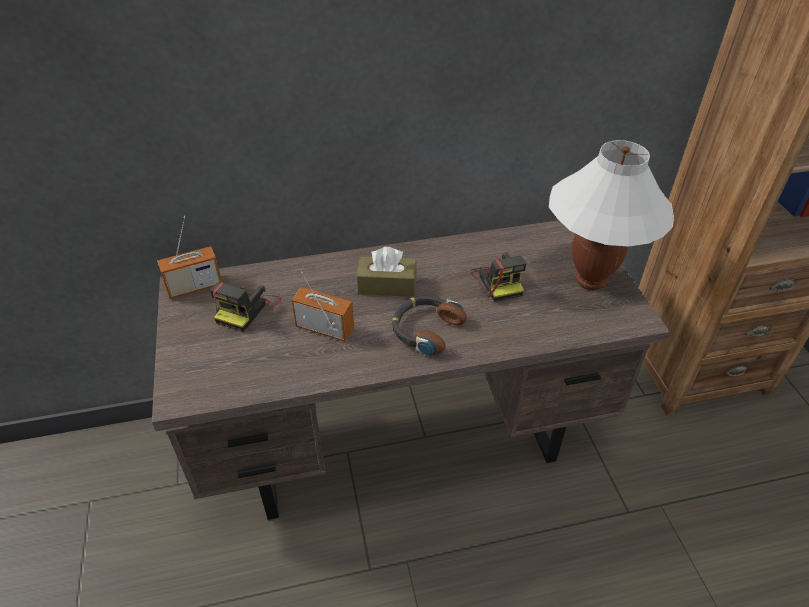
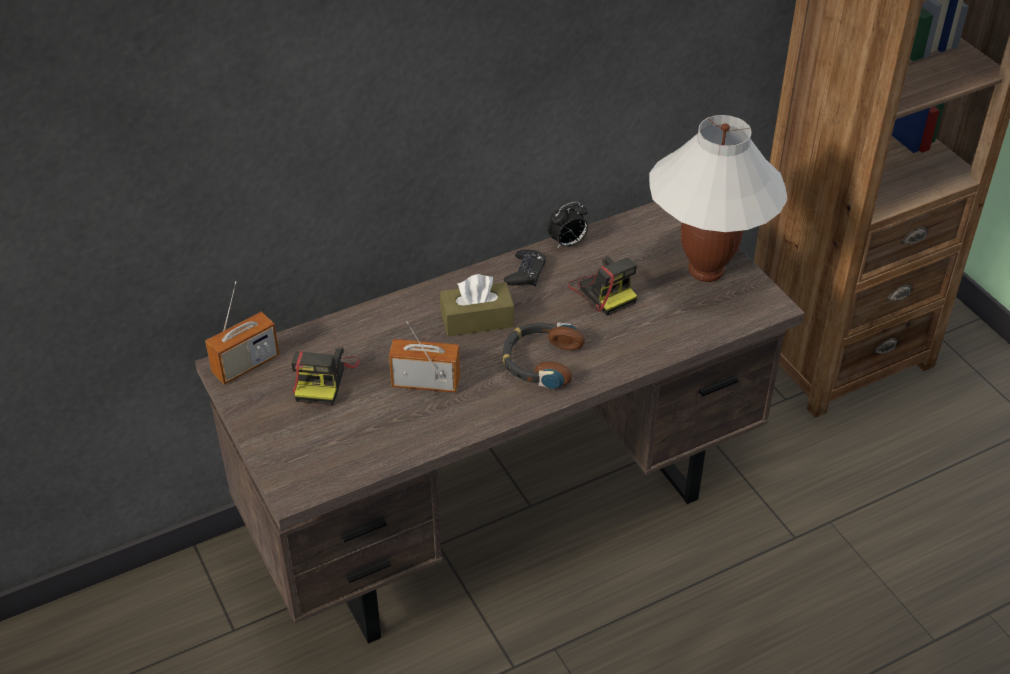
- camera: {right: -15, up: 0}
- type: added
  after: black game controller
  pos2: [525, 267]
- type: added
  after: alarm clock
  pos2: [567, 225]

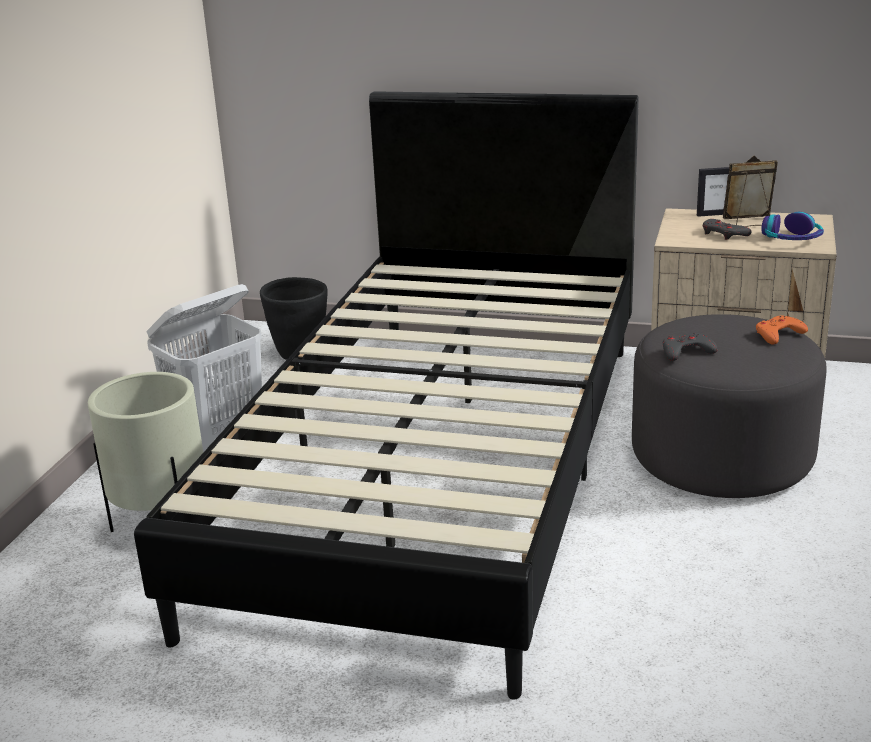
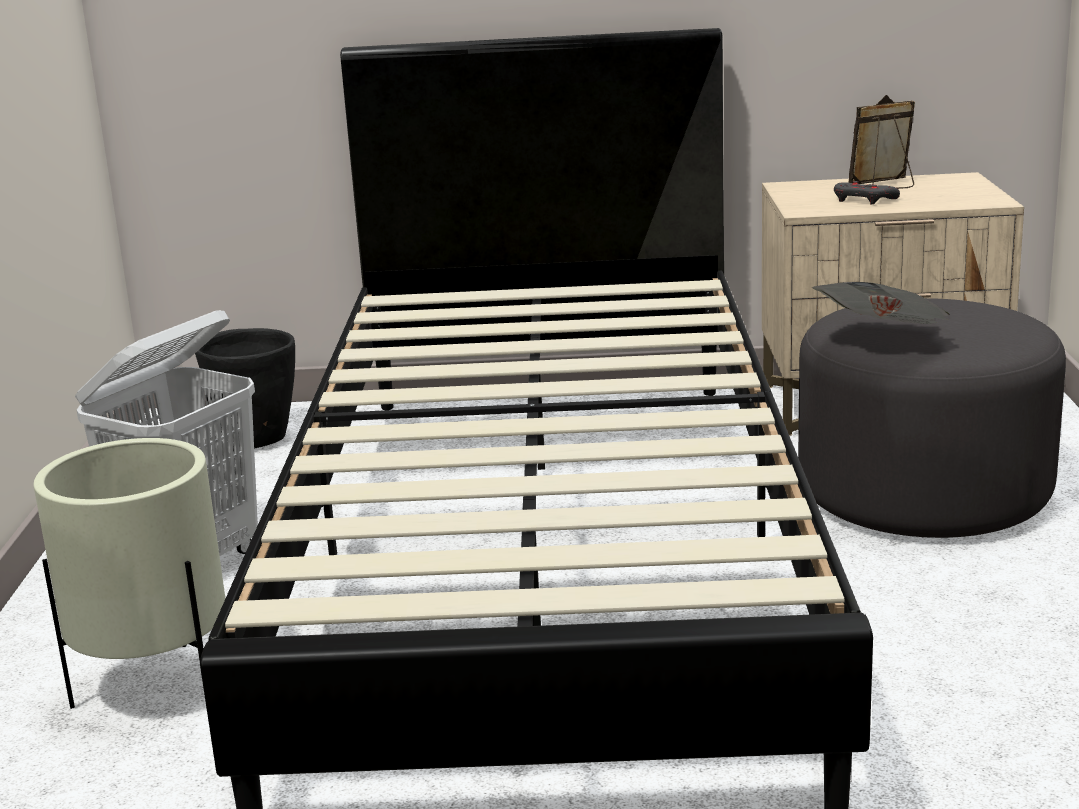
- camera: {right: -15, up: -5}
- type: removed
  before: picture frame
  pos1: [713, 192]
- type: removed
  before: orange game controller
  pos1: [782, 330]
- type: removed
  before: headphones
  pos1: [792, 226]
- type: replaced
  before: grey game controller
  after: newspaper
  pos1: [690, 347]
  pos2: [880, 303]

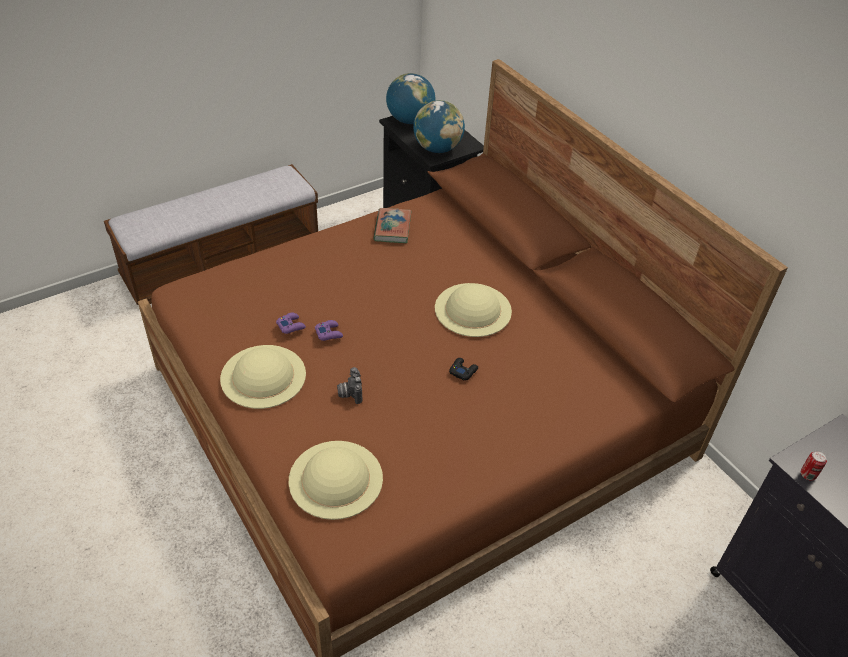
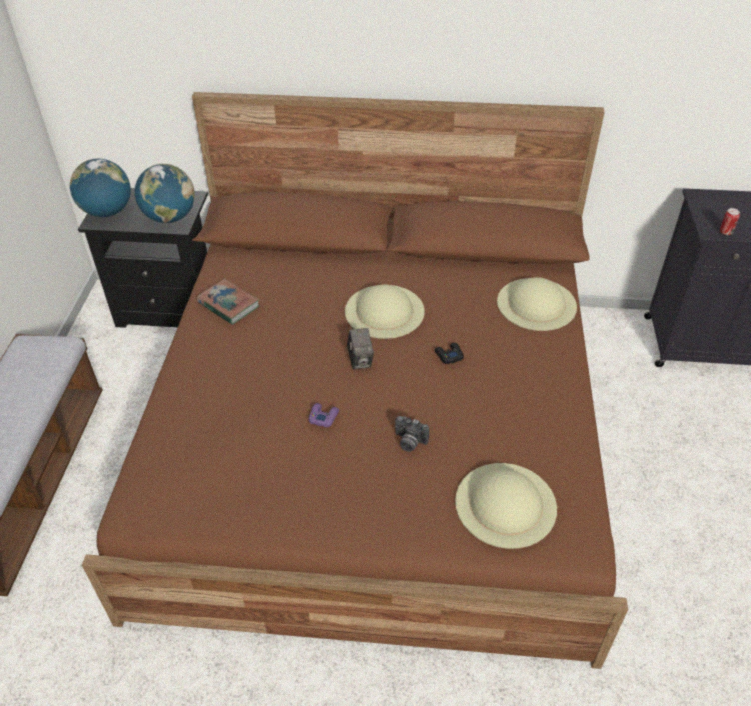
- camera: {right: -50, up: 0}
- type: removed
  before: purple game controller
  pos1: [291, 323]
- type: added
  after: photo camera
  pos2: [360, 348]
- type: moved
  before: beige hat
  pos1: [263, 377]
  pos2: [537, 304]

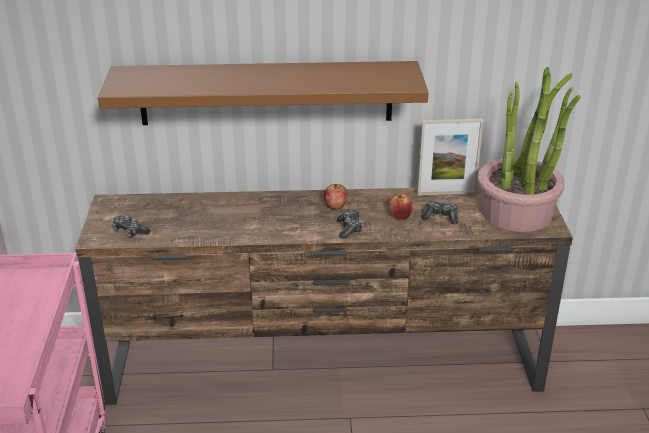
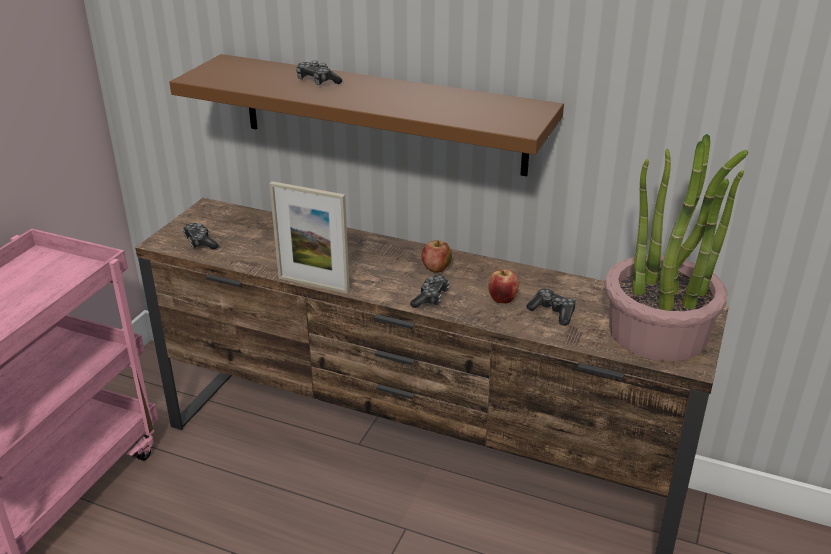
- camera: {right: 25, up: 0}
- type: added
  after: game controller
  pos2: [319, 72]
- type: moved
  before: picture frame
  pos1: [450, 157]
  pos2: [309, 237]

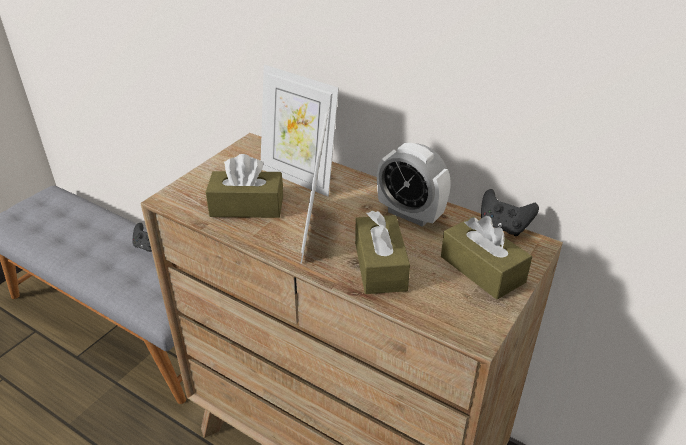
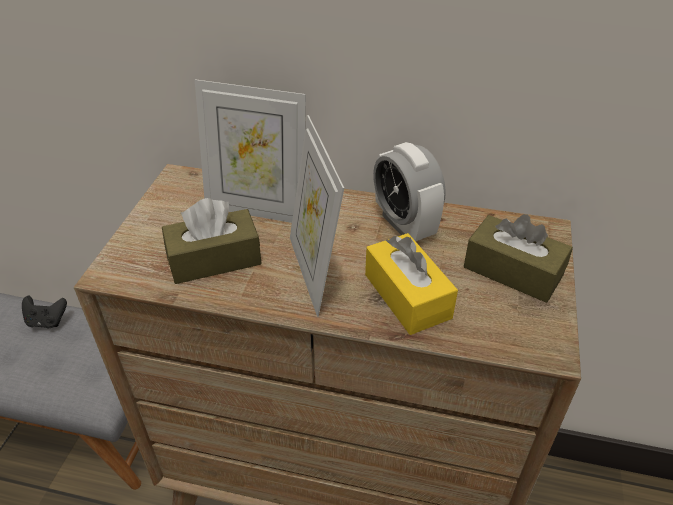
- camera: {right: -20, up: 5}
- type: removed
  before: black game controller
  pos1: [510, 212]
- type: recoloured
  before: brown tissue box
  after: yellow tissue box
  pos1: [382, 252]
  pos2: [411, 284]
- type: turned
  before: alarm clock
  pos1: [414, 185]
  pos2: [409, 191]
  turn: 45

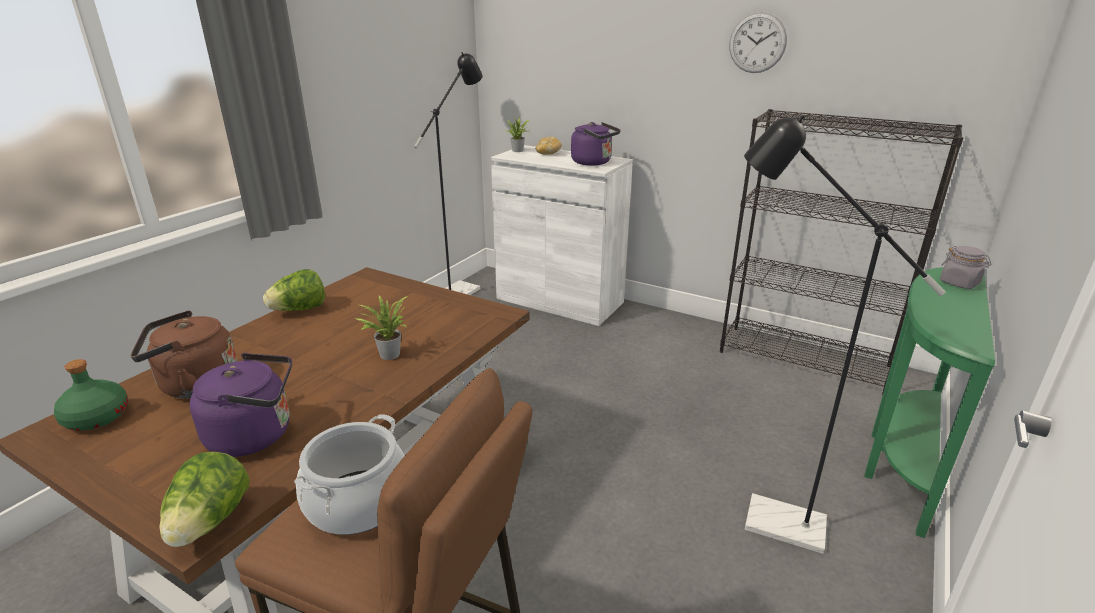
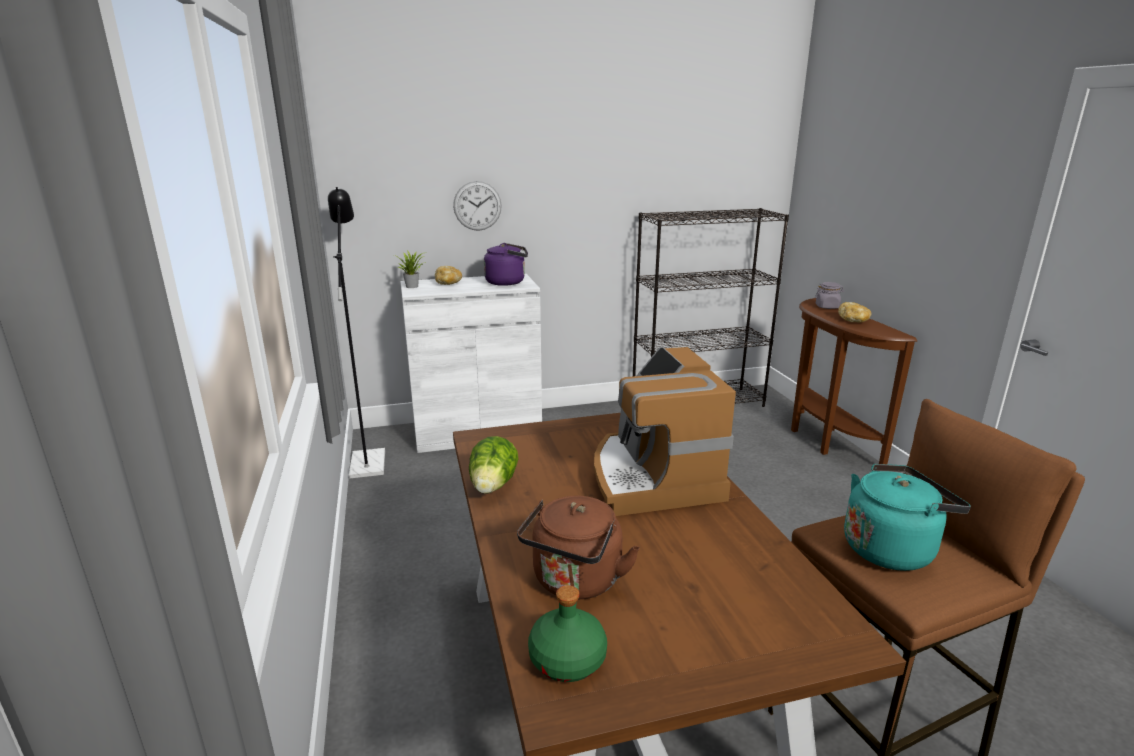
- camera: {right: -45, up: -5}
- type: removed
  before: lettuce
  pos1: [204, 499]
- type: removed
  before: purple kettle
  pos1: [241, 405]
- type: removed
  before: black floor lamp
  pos1: [844, 334]
- type: added
  after: bread
  pos2: [855, 312]
- type: moved
  before: wall clock
  pos1: [758, 42]
  pos2: [477, 206]
- type: replaced
  before: cooking pot
  after: turquoise kettle
  pos1: [349, 474]
  pos2: [907, 517]
- type: replaced
  before: potted plant
  after: coffee machine
  pos1: [381, 327]
  pos2: [665, 431]
- type: recoloured
  before: green console table
  after: brown console table
  pos1: [929, 402]
  pos2: [854, 381]

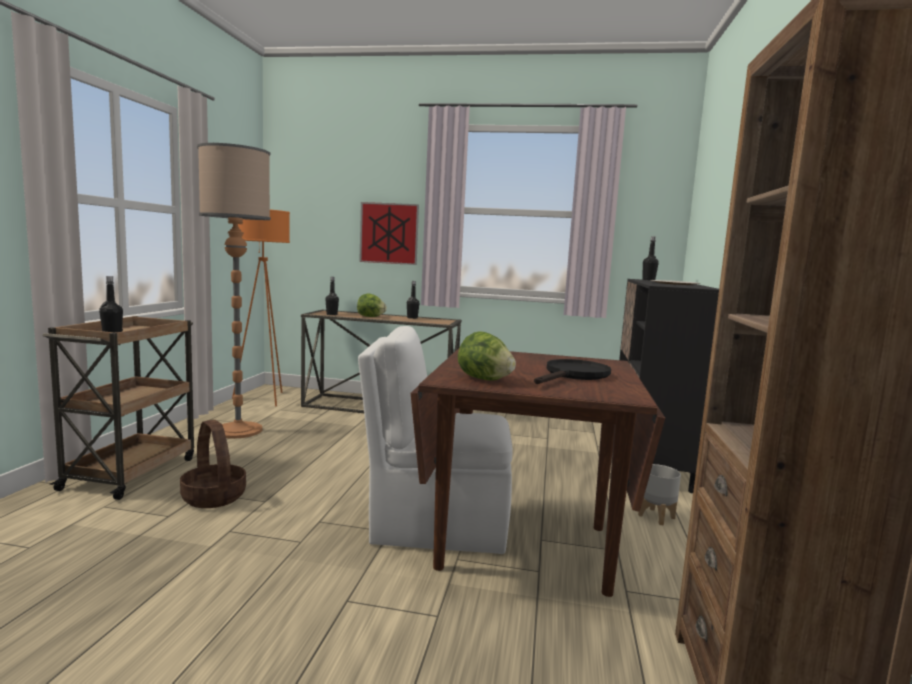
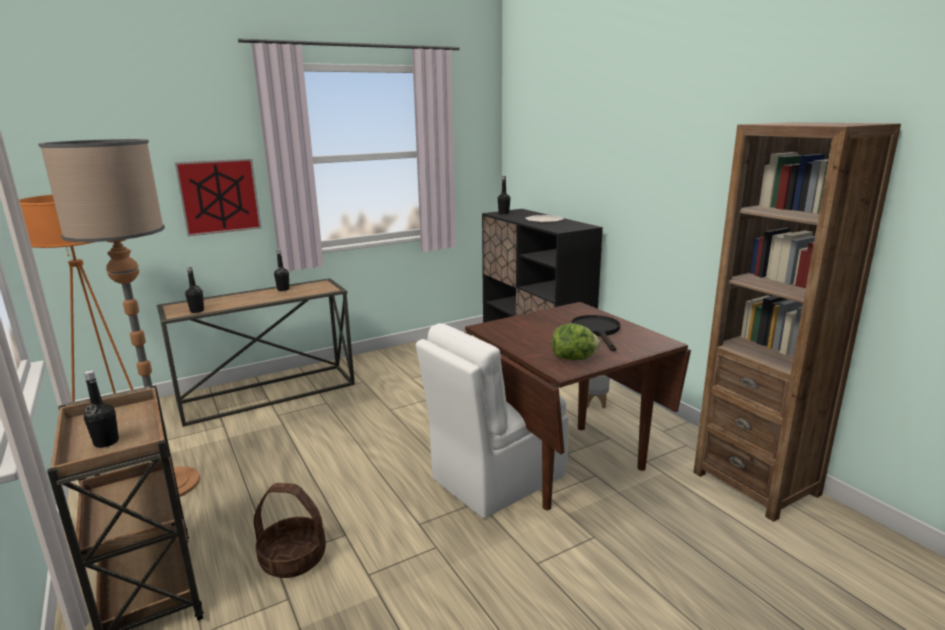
- camera: {right: -40, up: 10}
- type: removed
  before: lettuce
  pos1: [372, 305]

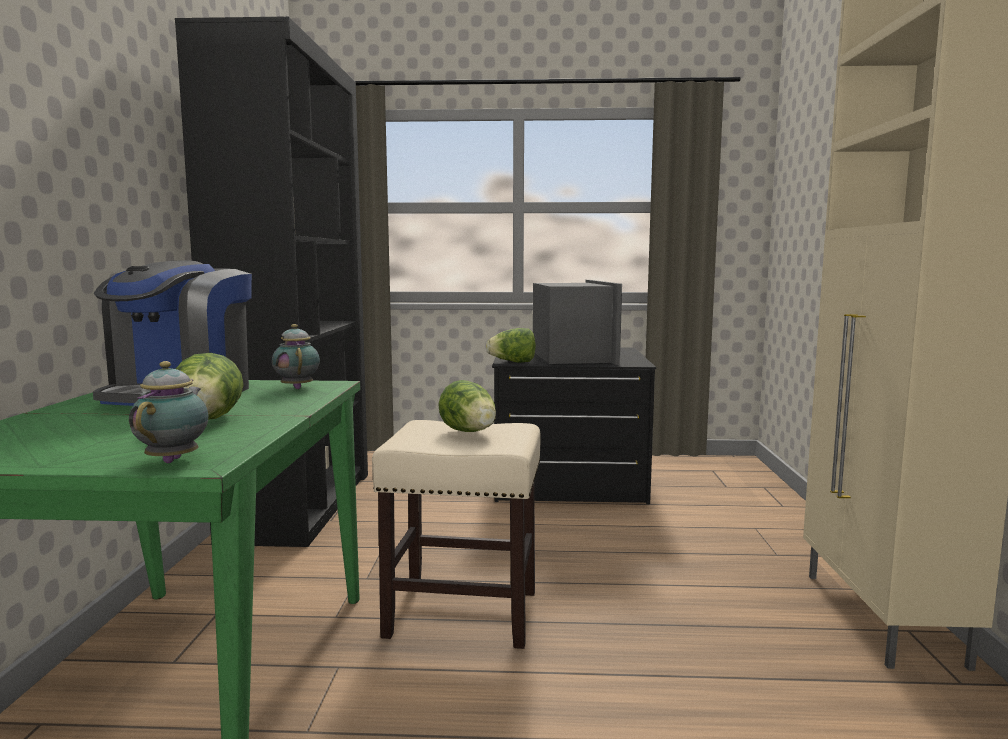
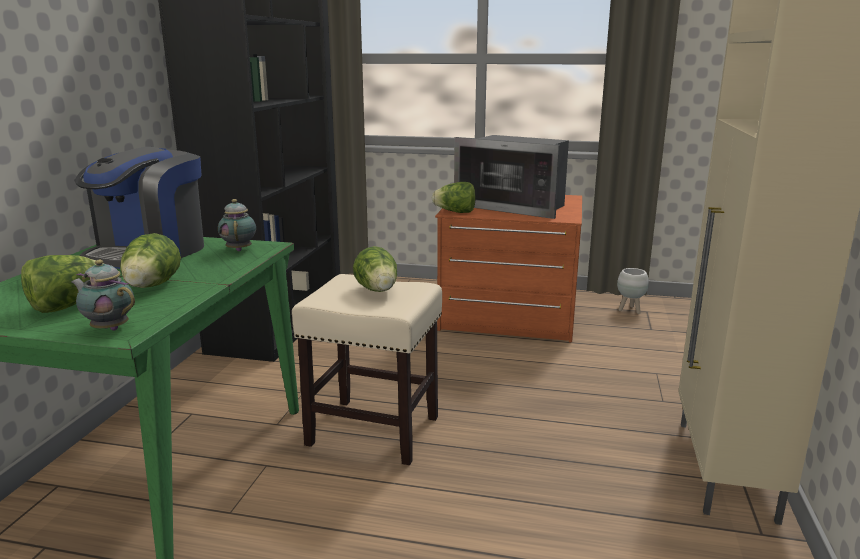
- camera: {right: 10, up: 10}
- type: added
  after: lettuce
  pos2: [62, 284]
- type: added
  after: white planter
  pos2: [633, 291]
- type: recoloured
  before: black dresser
  after: orange dresser
  pos1: [574, 426]
  pos2: [508, 268]
- type: turned
  before: teapot
  pos1: [169, 412]
  pos2: [103, 295]
  turn: -75
- type: turned
  before: microwave
  pos1: [577, 322]
  pos2: [511, 177]
  turn: 120

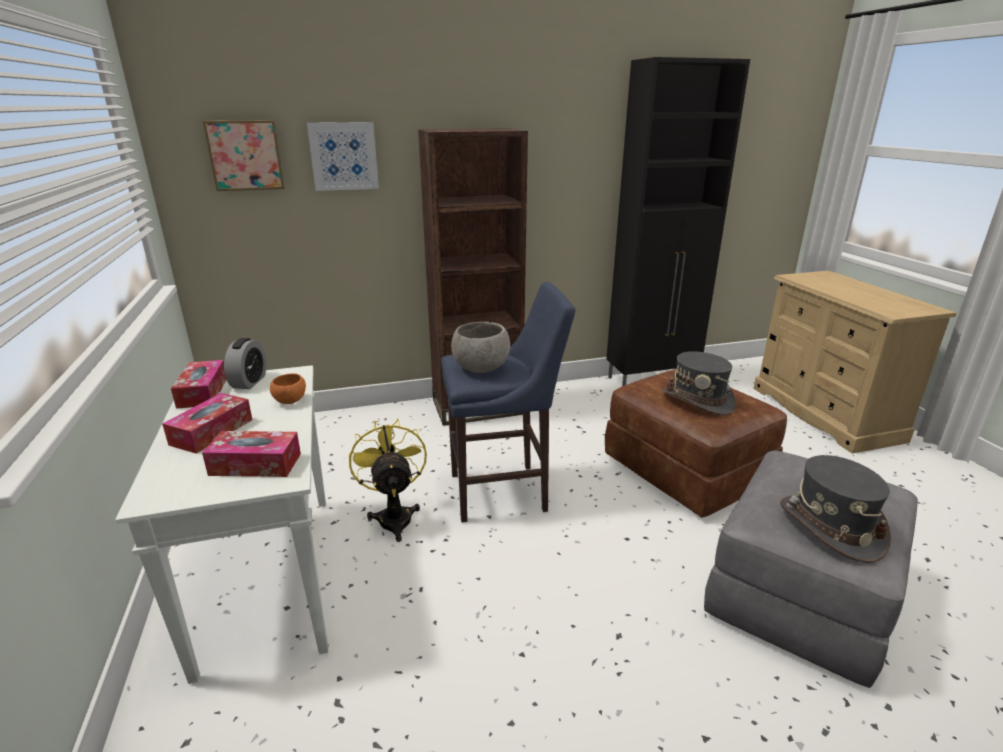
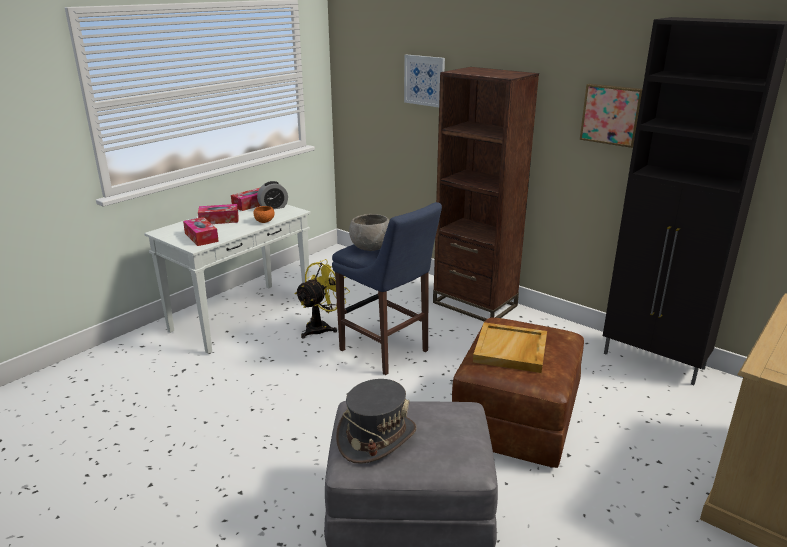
- camera: {right: 55, up: 0}
- type: moved
  before: picture
  pos1: [244, 155]
  pos2: [611, 116]
- type: replaced
  before: grey hat
  after: beige tray
  pos1: [699, 383]
  pos2: [510, 347]

